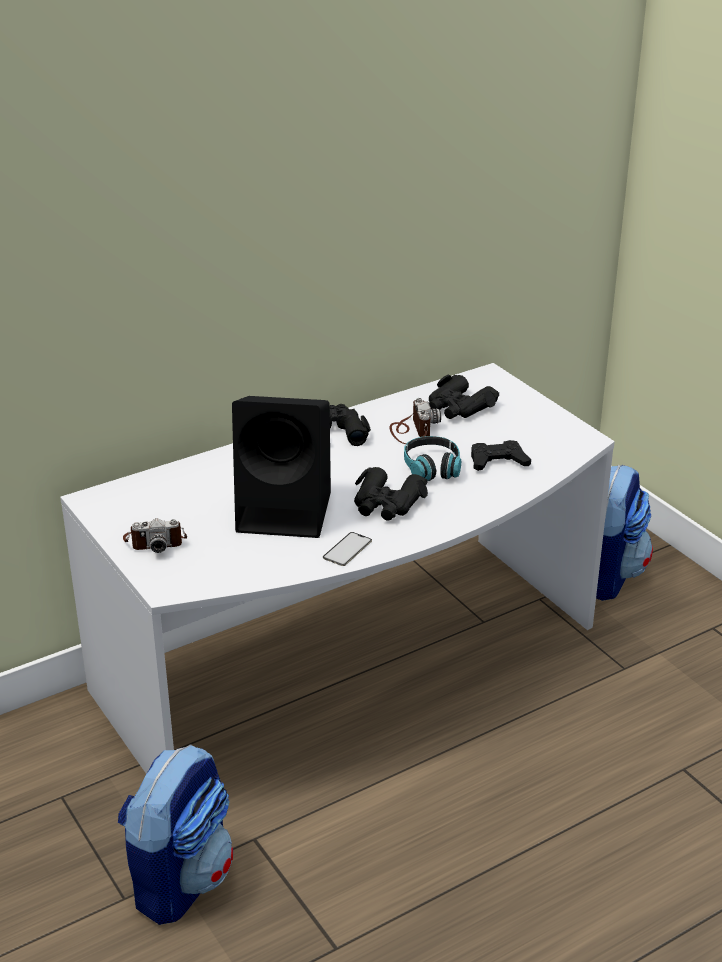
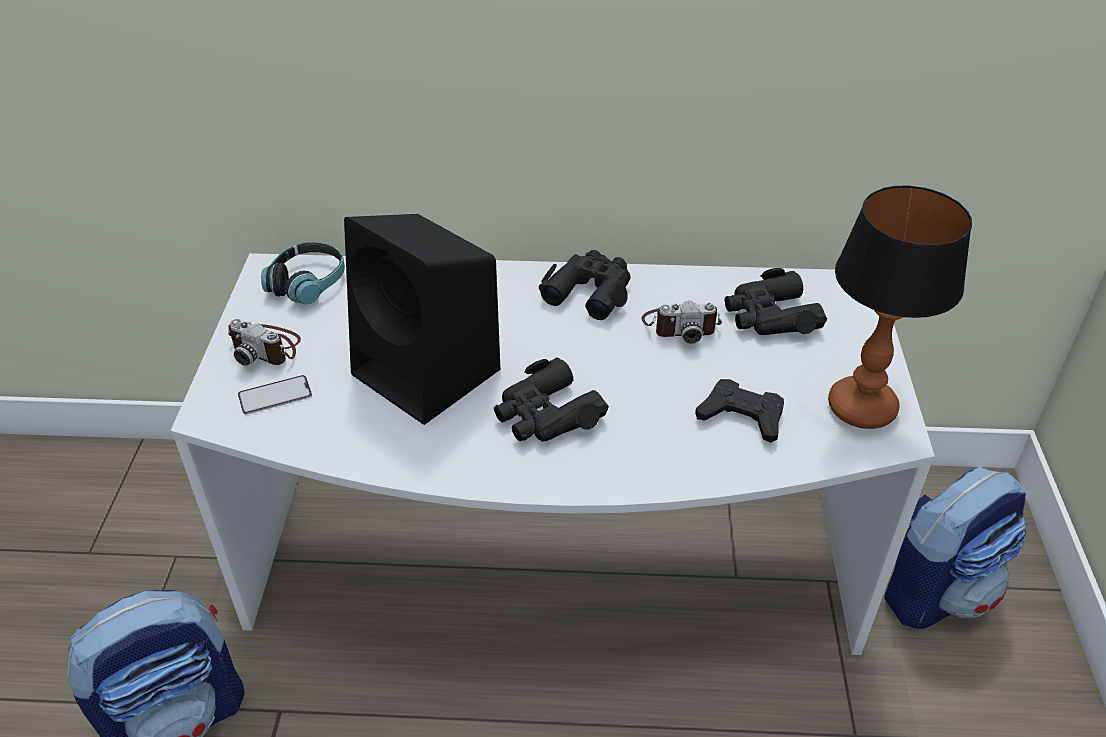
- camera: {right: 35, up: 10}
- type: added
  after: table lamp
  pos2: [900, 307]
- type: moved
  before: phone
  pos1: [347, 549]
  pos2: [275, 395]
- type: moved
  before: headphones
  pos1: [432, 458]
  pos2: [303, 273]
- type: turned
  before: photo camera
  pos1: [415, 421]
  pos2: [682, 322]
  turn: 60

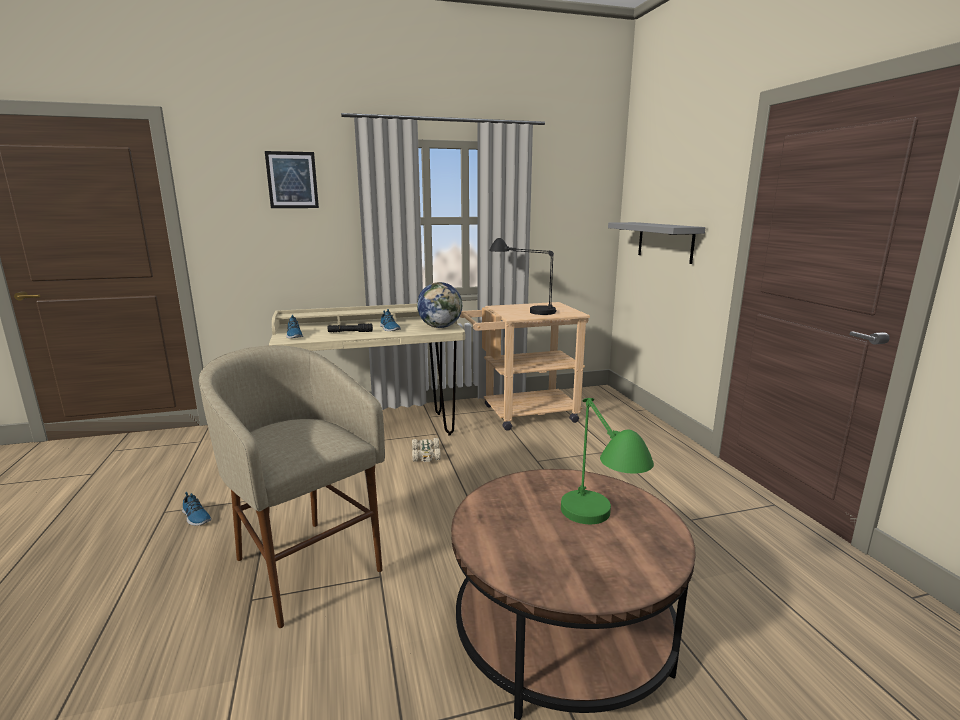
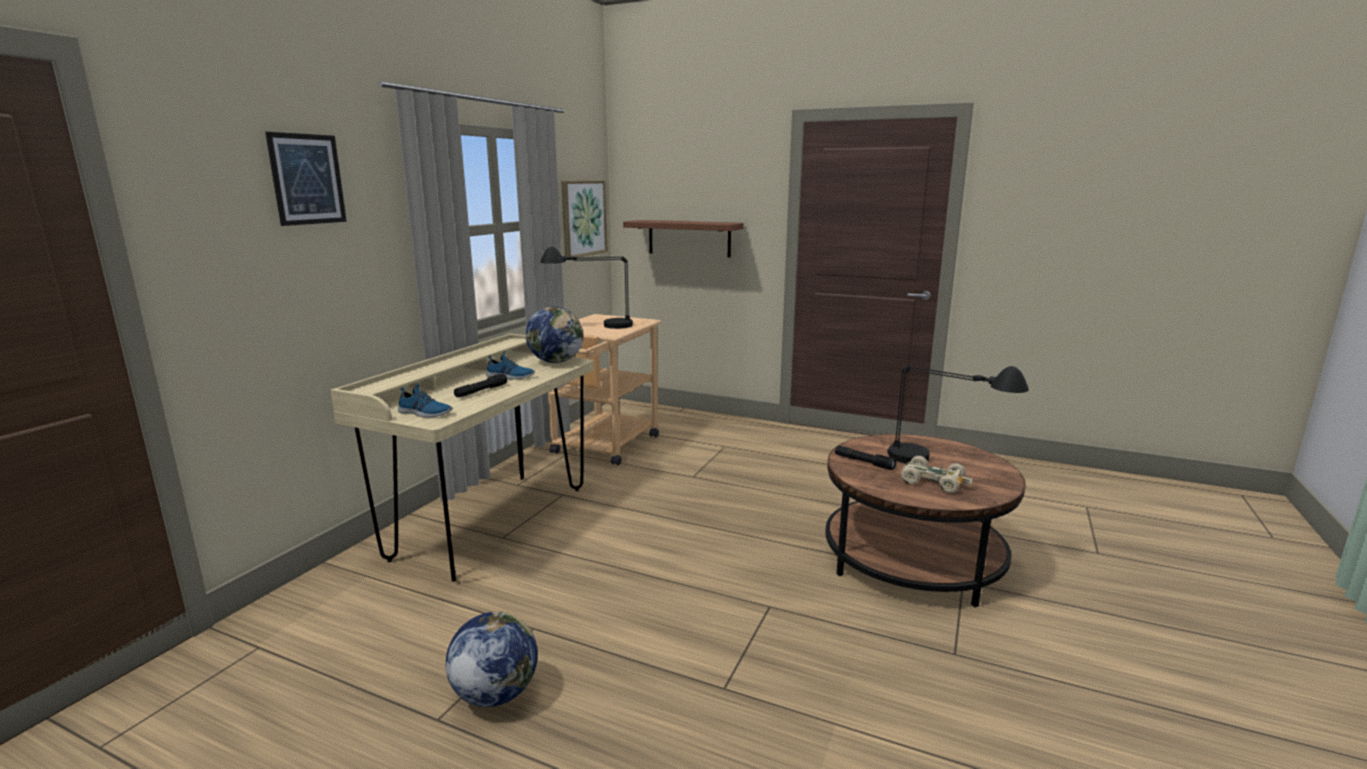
- camera: {right: -50, up: 0}
- type: removed
  before: beige stool
  pos1: [292, 486]
- type: added
  after: picture
  pos2: [584, 219]
- type: added
  after: black flashlight
  pos2: [865, 458]
- type: moved
  before: beige toy car
  pos1: [426, 450]
  pos2: [937, 474]
- type: replaced
  before: shoe
  after: globe
  pos1: [197, 509]
  pos2: [492, 659]
- type: recoloured
  before: green table lamp
  after: black table lamp
  pos1: [607, 461]
  pos2: [958, 414]
- type: recoloured
  before: grey shelf
  after: brown shelf
  pos1: [657, 243]
  pos2: [683, 238]

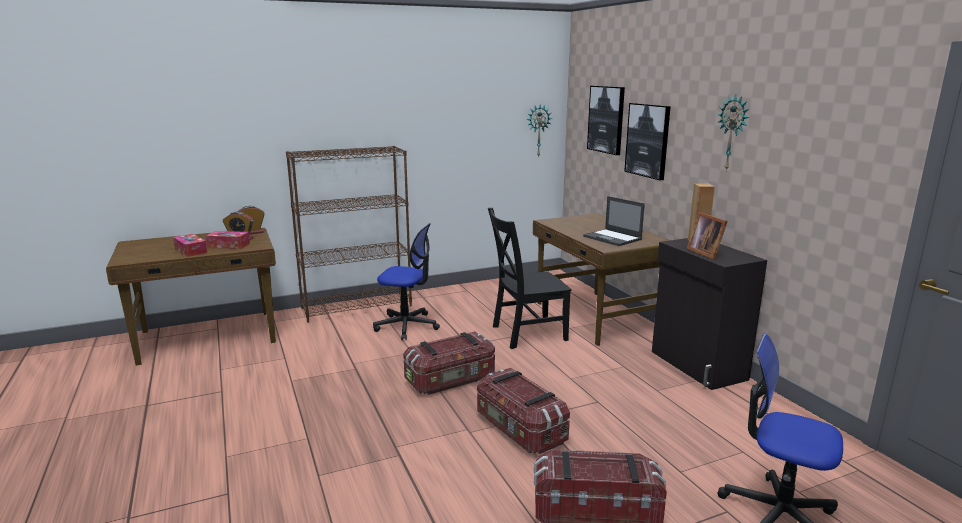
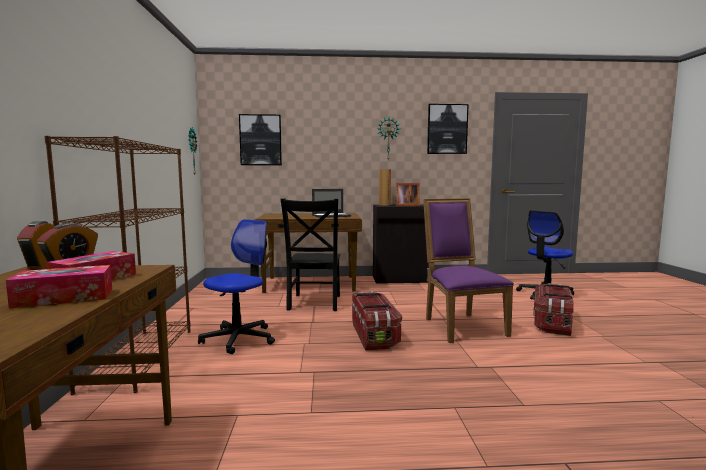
- camera: {right: -70, up: -10}
- type: moved
  before: picture
  pos1: [647, 141]
  pos2: [448, 129]
- type: replaced
  before: storage box
  after: purple chair
  pos1: [523, 411]
  pos2: [468, 270]

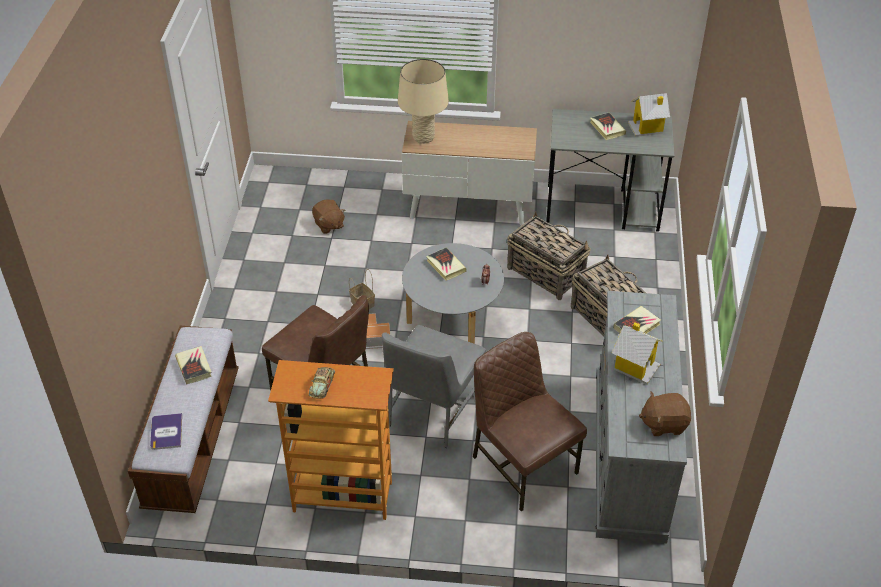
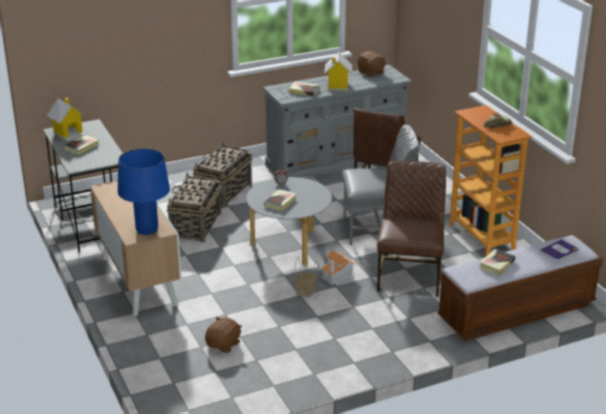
- camera: {right: -120, up: -15}
- type: recoloured
  before: beige table lamp
  after: blue table lamp
  pos1: [423, 101]
  pos2: [144, 191]

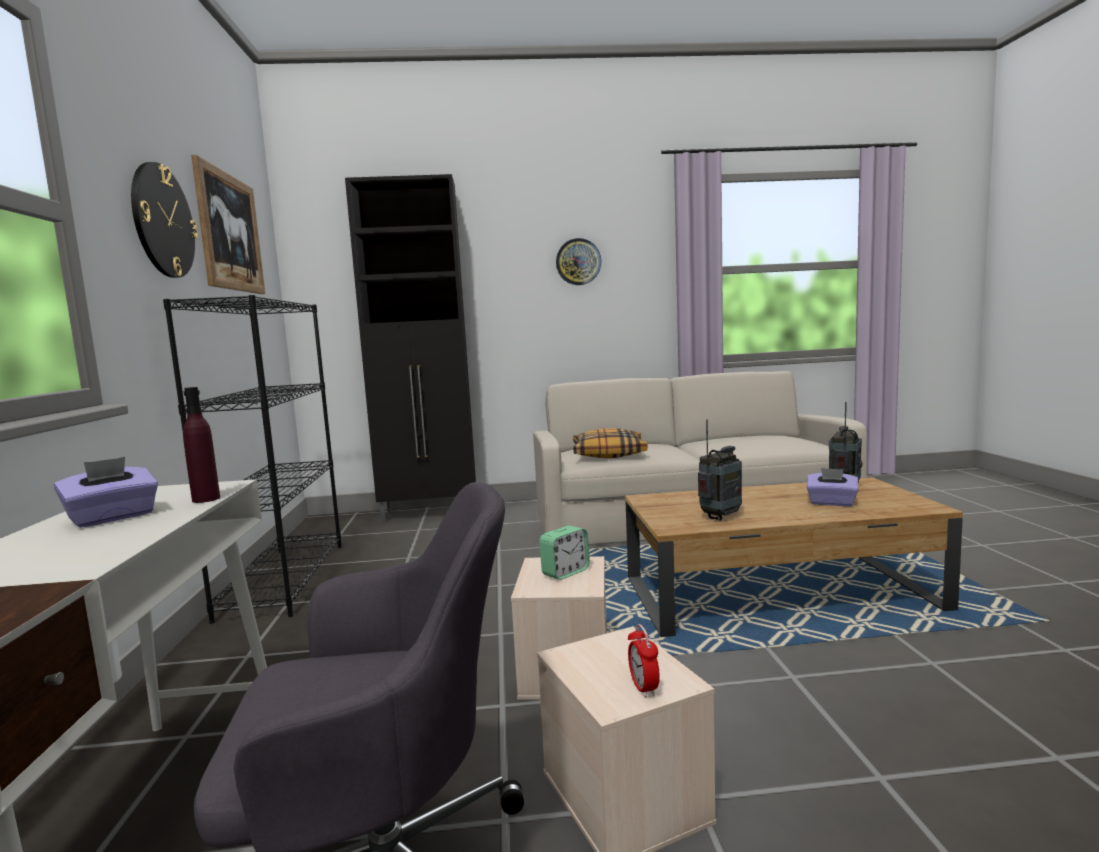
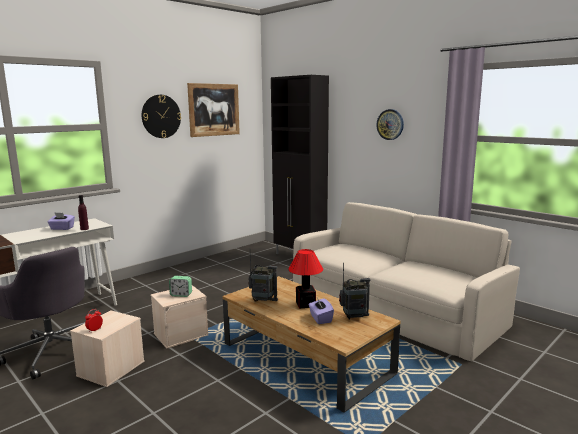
- camera: {right: 50, up: 5}
- type: removed
  before: black bookcase
  pos1: [252, 459]
- type: removed
  before: pillow
  pos1: [610, 443]
- type: added
  after: table lamp
  pos2: [305, 278]

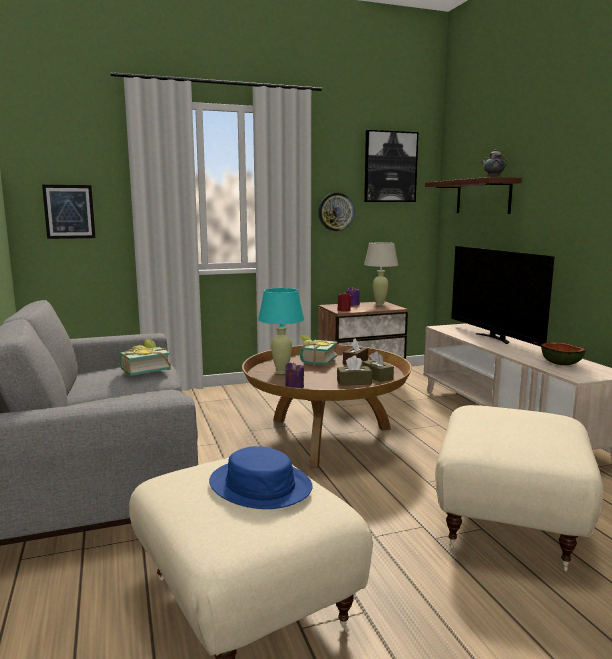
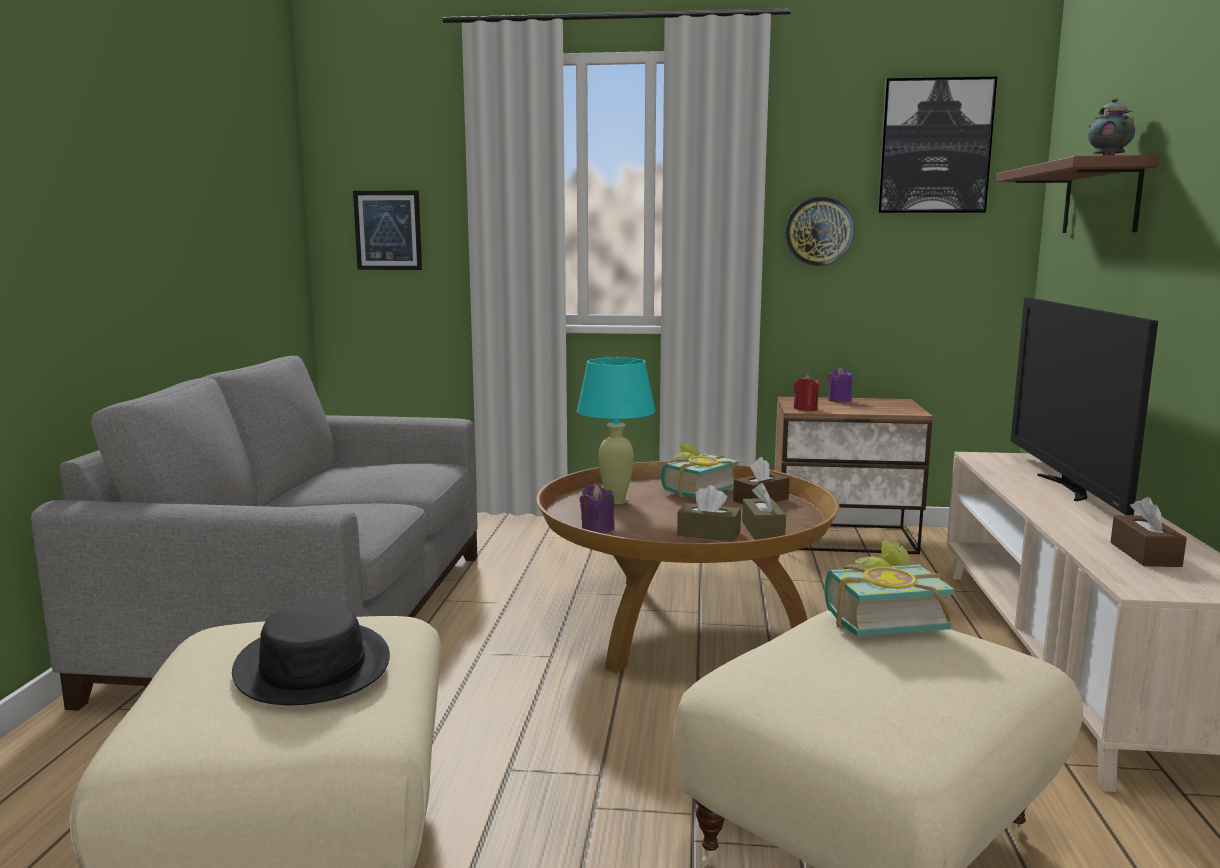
- camera: {right: 25, up: 0}
- type: removed
  before: beige table lamp
  pos1: [381, 274]
- type: moved
  before: book
  pos1: [145, 357]
  pos2: [889, 588]
- type: replaced
  before: bowl
  after: brown tissue box
  pos1: [563, 353]
  pos2: [1148, 532]
- type: recoloured
  before: blue hat
  after: black hat
  pos1: [261, 477]
  pos2: [311, 653]

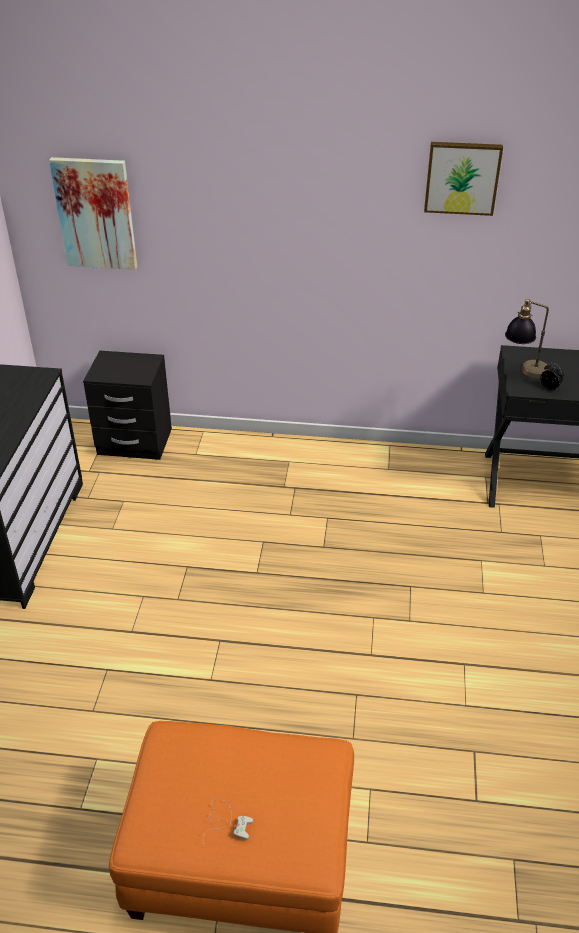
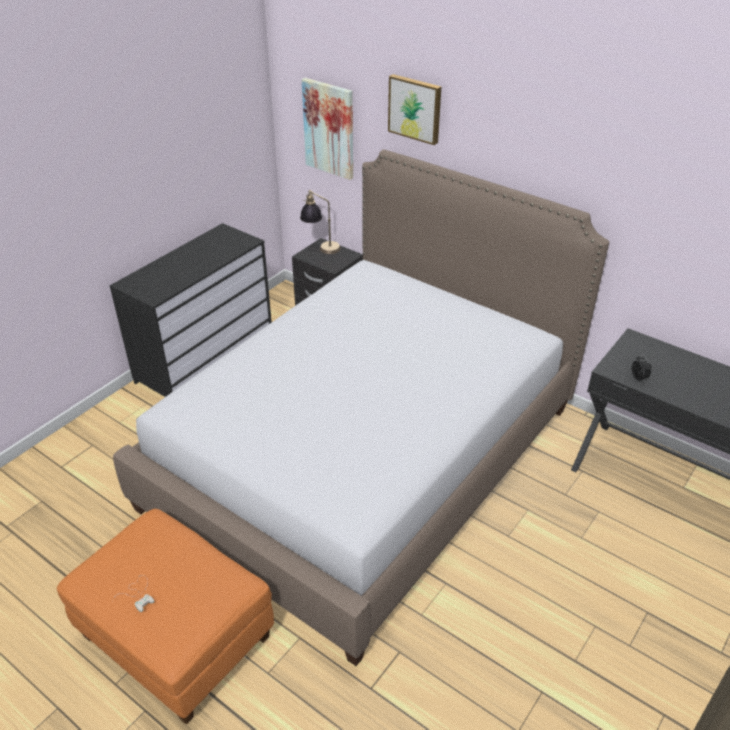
- camera: {right: 30, up: 0}
- type: added
  after: bed
  pos2: [361, 408]
- type: moved
  before: picture
  pos1: [463, 179]
  pos2: [414, 109]
- type: moved
  before: table lamp
  pos1: [527, 338]
  pos2: [320, 222]

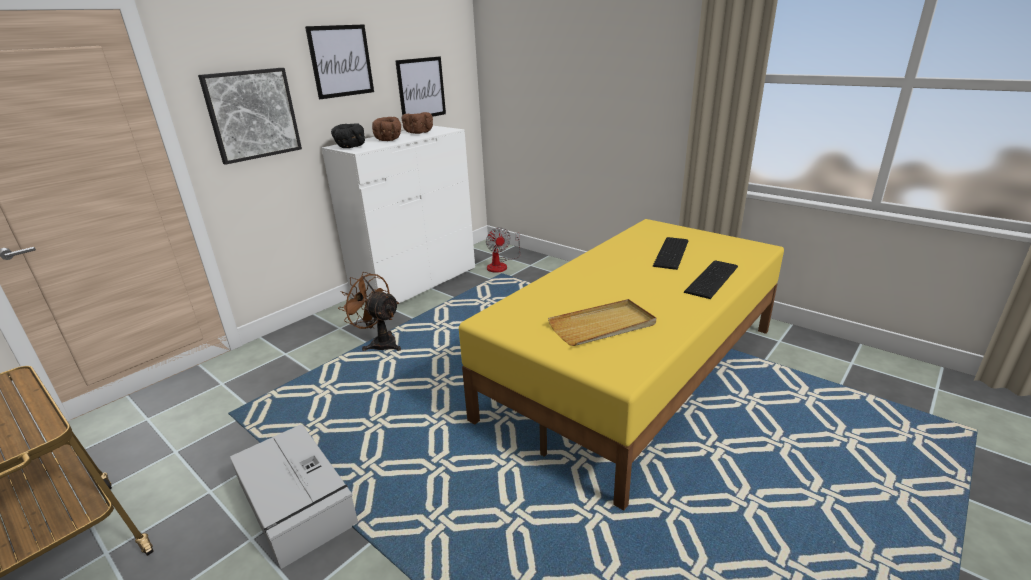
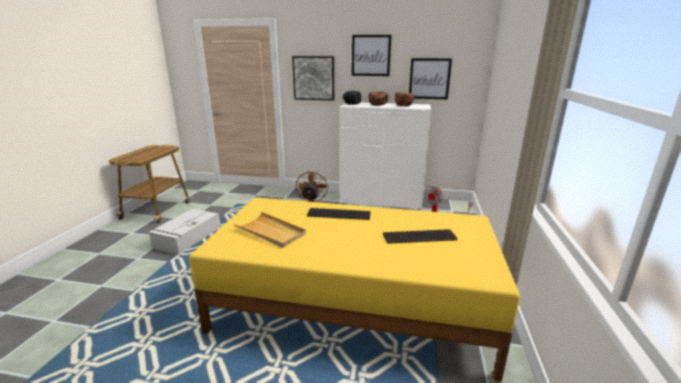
- camera: {right: 60, up: -5}
- type: moved
  before: keyboard
  pos1: [711, 279]
  pos2: [339, 214]

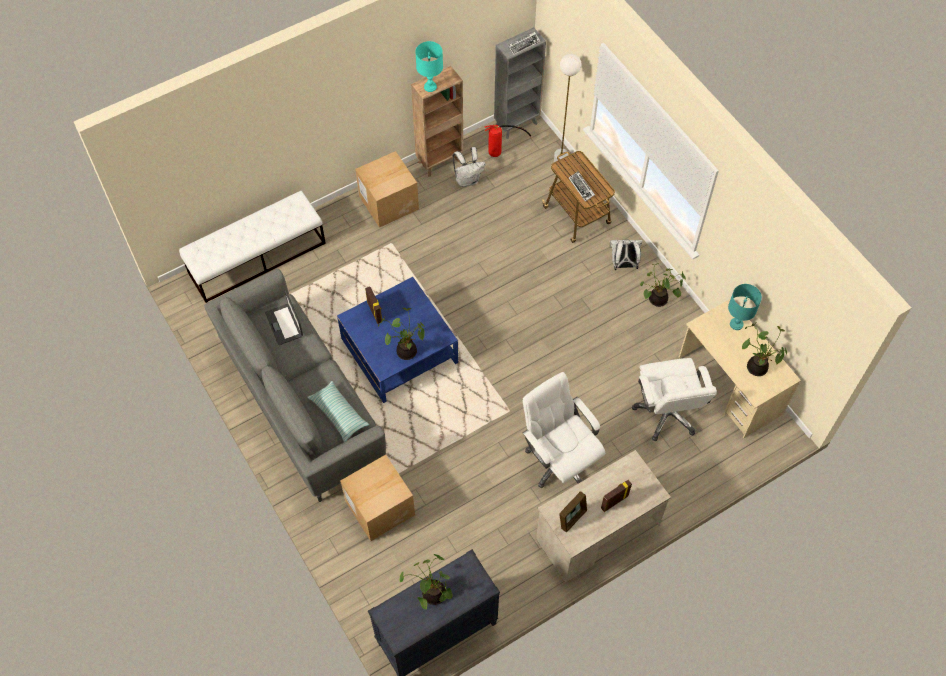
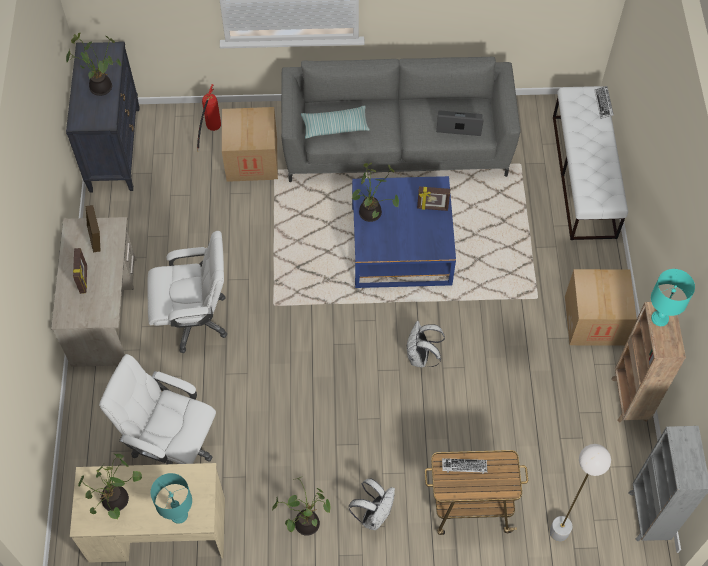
- camera: {right: 120, up: 0}
- type: moved
  before: white backpack
  pos1: [469, 167]
  pos2: [426, 344]
- type: moved
  before: fire extinguisher
  pos1: [508, 141]
  pos2: [209, 118]
- type: moved
  before: keyboard
  pos1: [524, 43]
  pos2: [604, 102]

